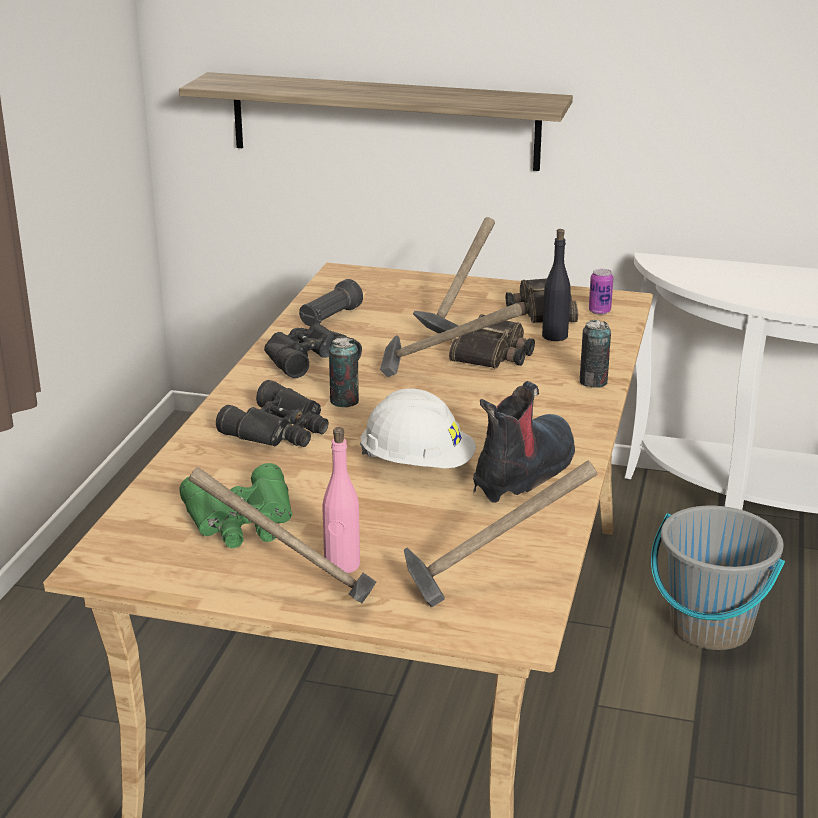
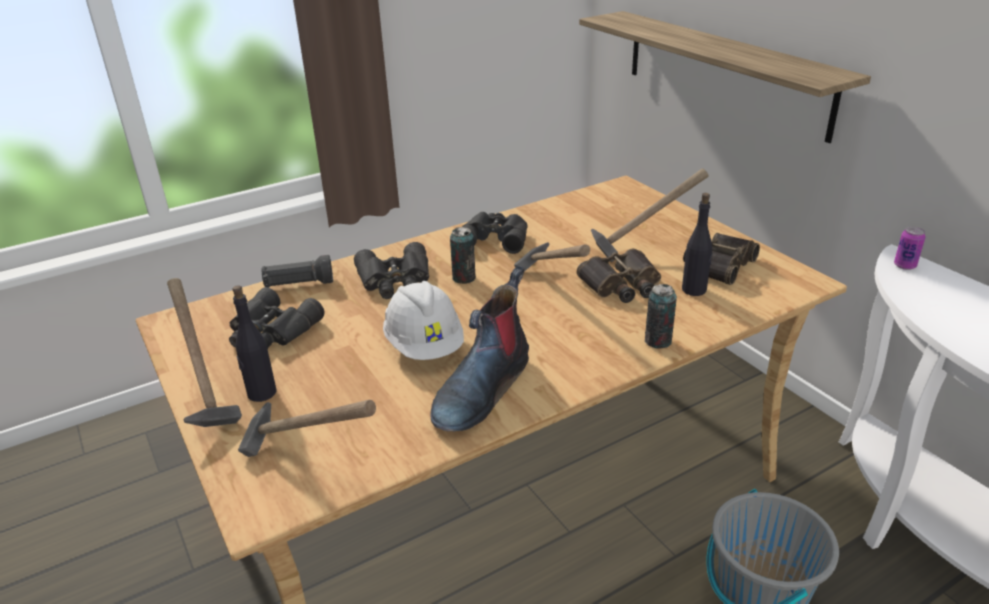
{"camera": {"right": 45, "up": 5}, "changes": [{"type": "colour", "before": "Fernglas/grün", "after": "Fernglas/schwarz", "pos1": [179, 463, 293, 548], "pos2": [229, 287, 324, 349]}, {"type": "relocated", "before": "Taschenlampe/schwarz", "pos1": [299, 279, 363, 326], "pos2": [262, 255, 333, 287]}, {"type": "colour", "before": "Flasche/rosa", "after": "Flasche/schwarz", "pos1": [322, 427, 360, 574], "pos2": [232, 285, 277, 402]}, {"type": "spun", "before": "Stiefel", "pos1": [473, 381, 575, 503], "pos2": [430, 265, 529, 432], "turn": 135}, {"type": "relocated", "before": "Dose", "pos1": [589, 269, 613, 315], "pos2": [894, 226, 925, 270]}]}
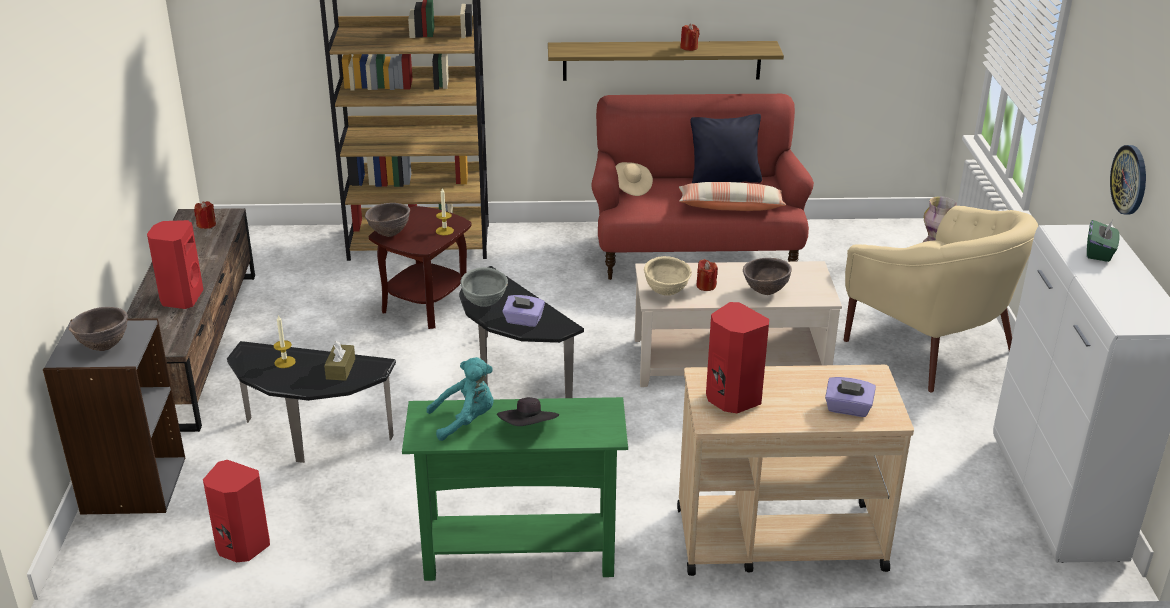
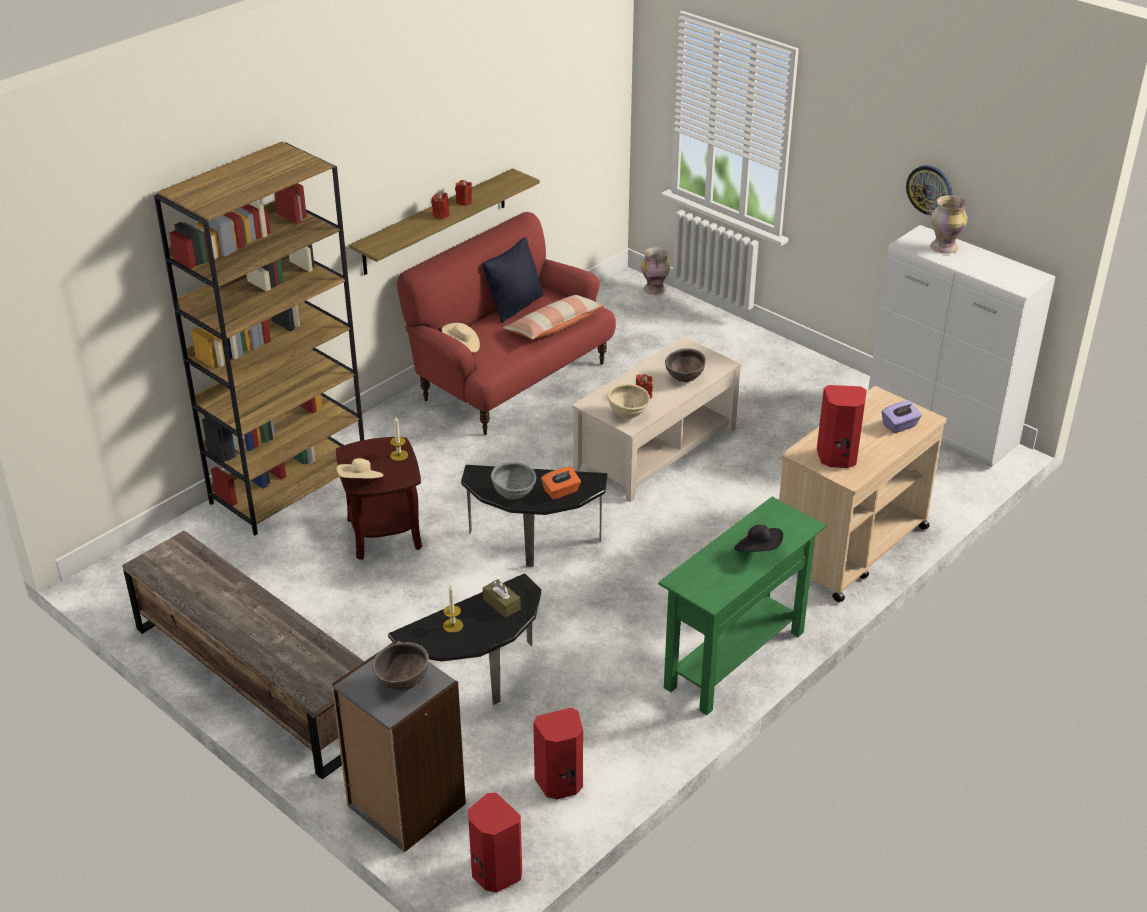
{"camera": {"right": -45, "up": 5}, "changes": [{"type": "relocated", "before": "Lautsprecher/rot", "pos1": [147, 220, 204, 309], "pos2": [468, 793, 522, 893]}, {"type": "relocated", "before": "Kerze/rot", "pos1": [194, 201, 216, 229], "pos2": [431, 193, 450, 219]}, {"type": "exchanged", "before": "Schüssel/braun", "after": "Hut/beige", "pos1": [365, 203, 410, 237], "pos2": [337, 458, 383, 479]}, {"type": "missing", "before": "Plüschtier/türkis", "pos1": [427, 357, 494, 441]}, {"type": "colour", "before": "Taschentuchbox/lila", "after": "Taschentuchbox/orange", "pos1": [502, 295, 545, 327], "pos2": [541, 467, 581, 500]}, {"type": "missing", "before": "Sessel/beige", "pos1": [844, 206, 1038, 392]}, {"type": "exchanged", "before": "Taschentuchbox/grün", "after": "Vase", "pos1": [1087, 220, 1119, 262], "pos2": [930, 196, 967, 254]}]}
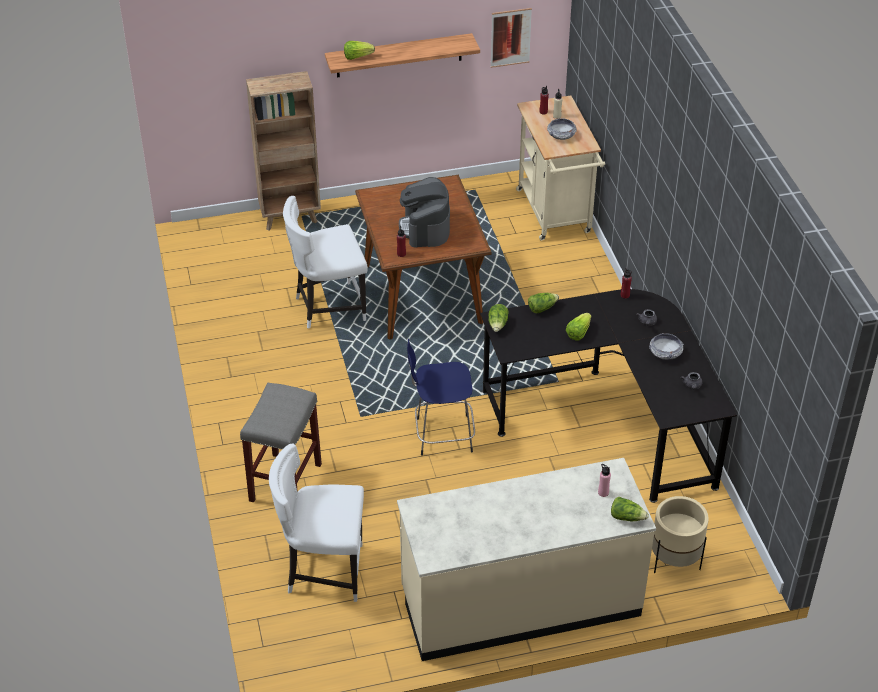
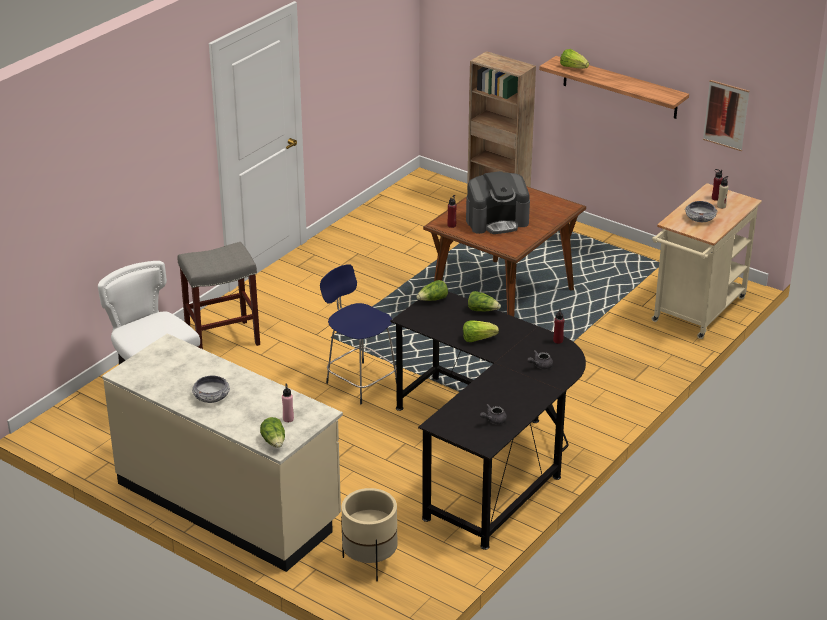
{"camera": {"right": 50, "up": -10}, "changes": [{"type": "missing", "before": "Stuhl/weiß", "pos1": [283, 196, 368, 329]}, {"type": "spun", "before": "Kaffeemaschine", "pos1": [399, 177, 450, 248], "pos2": [466, 171, 530, 234], "turn": -150}, {"type": "relocated", "before": "Schüssel", "pos1": [649, 333, 684, 360], "pos2": [192, 375, 230, 403]}]}
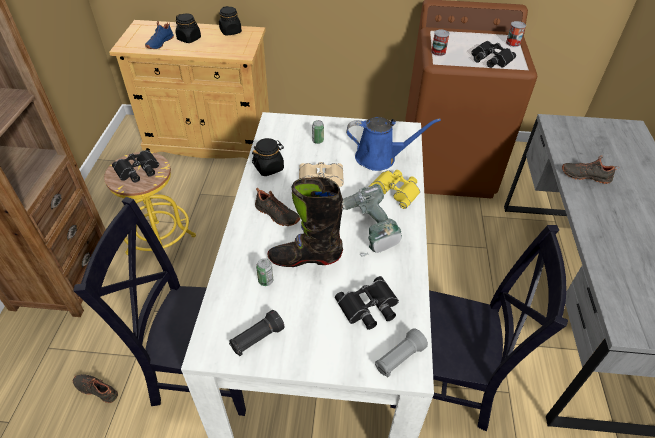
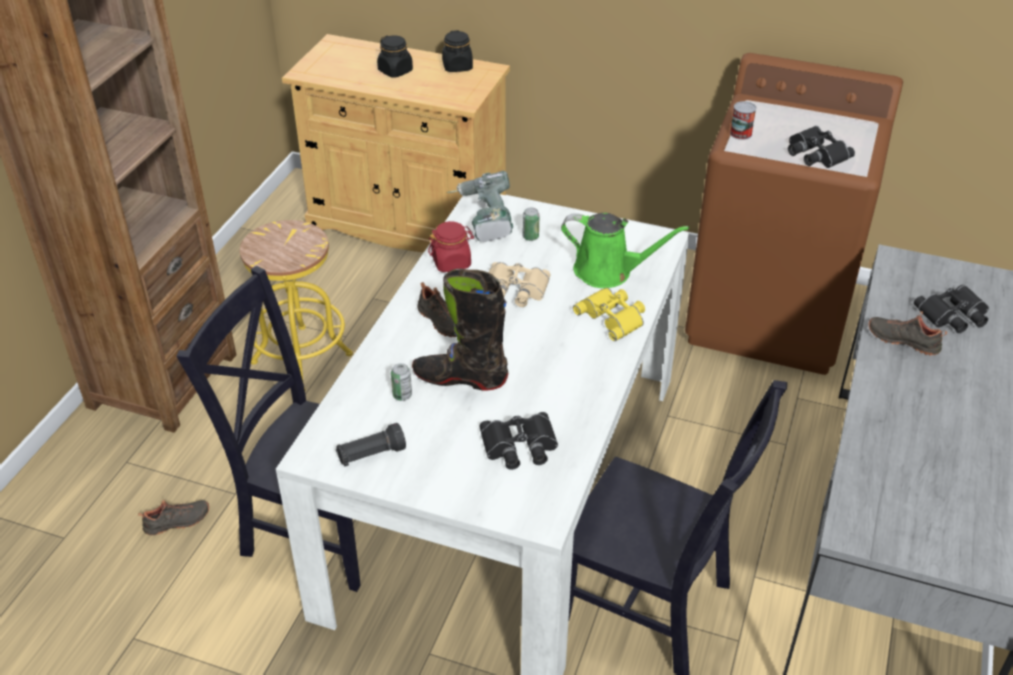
{"camera": {"right": 15, "up": -5}, "changes": [{"type": "spun", "before": "Schuh/schwarz", "pos1": [73, 374, 118, 403], "pos2": [138, 500, 209, 535], "turn": 120}, {"type": "relocated", "before": "Fernglas/schwarz", "pos1": [112, 150, 159, 182], "pos2": [914, 285, 989, 333]}, {"type": "missing", "before": "Schuh/blau", "pos1": [145, 21, 174, 49]}, {"type": "colour", "before": "Vorratsglas/schwarz", "after": "Vorratsglas/rot", "pos1": [252, 138, 284, 176], "pos2": [428, 221, 474, 272]}, {"type": "relocated", "before": "Bohrmaschine", "pos1": [342, 184, 402, 257], "pos2": [447, 171, 513, 242]}, {"type": "colour", "before": "Gießkanne/blau", "after": "Gießkanne/grün", "pos1": [346, 117, 441, 171], "pos2": [561, 213, 689, 288]}, {"type": "missing", "before": "Taschenlampe/grau", "pos1": [375, 328, 428, 378]}, {"type": "missing", "before": "Dose", "pos1": [506, 21, 526, 47]}]}
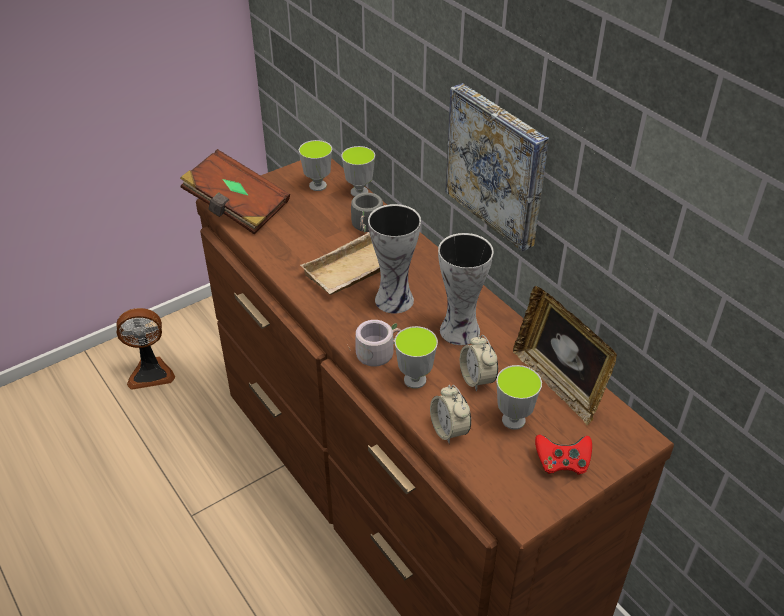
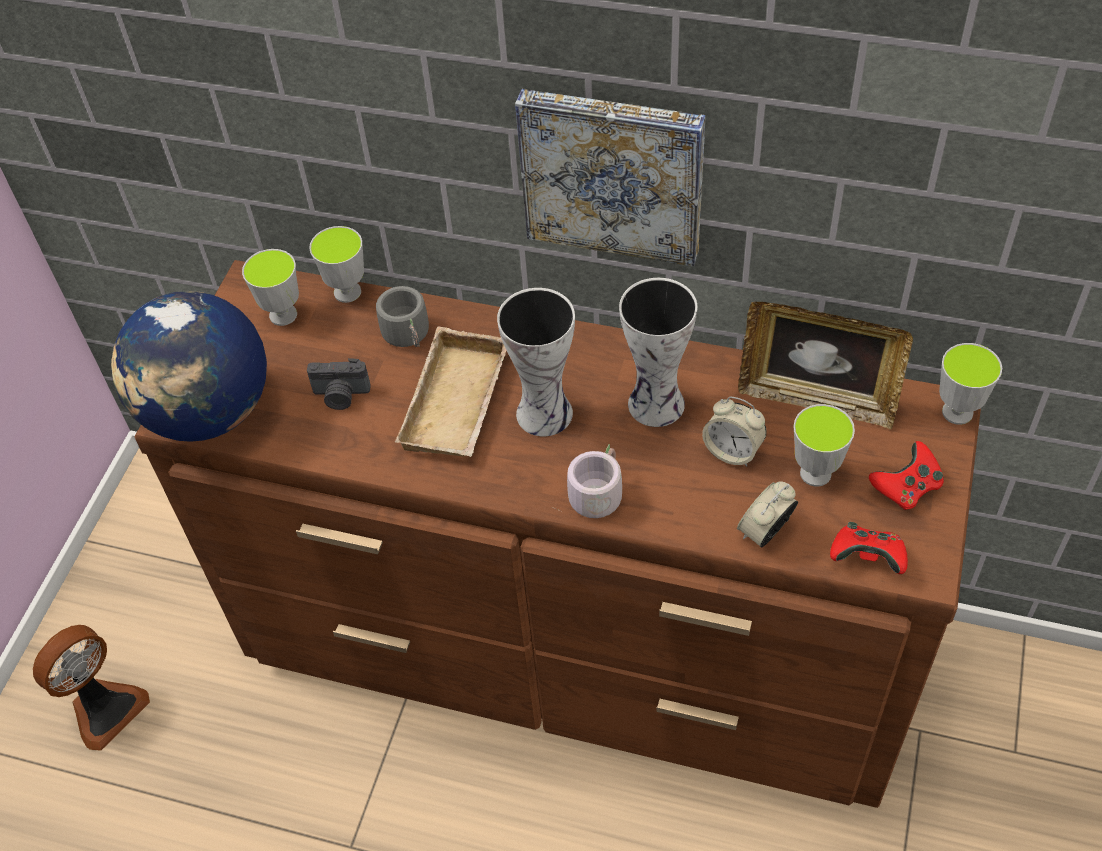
{"camera": {"right": -35, "up": 10}, "changes": [{"type": "exchanged", "before": "Buch/braun", "after": "Globus", "pos1": [180, 149, 290, 234], "pos2": [111, 291, 267, 442]}, {"type": "relocated", "before": "Tasse", "pos1": [394, 326, 438, 389], "pos2": [939, 343, 1002, 425]}, {"type": "spun", "before": "Wecker", "pos1": [430, 385, 471, 444], "pos2": [737, 481, 798, 548], "turn": 105}, {"type": "appeared", "after": "Kamera", "pos2": [307, 358, 371, 410]}, {"type": "appeared", "after": "Gamepad/rot", "pos2": [830, 522, 908, 574]}]}
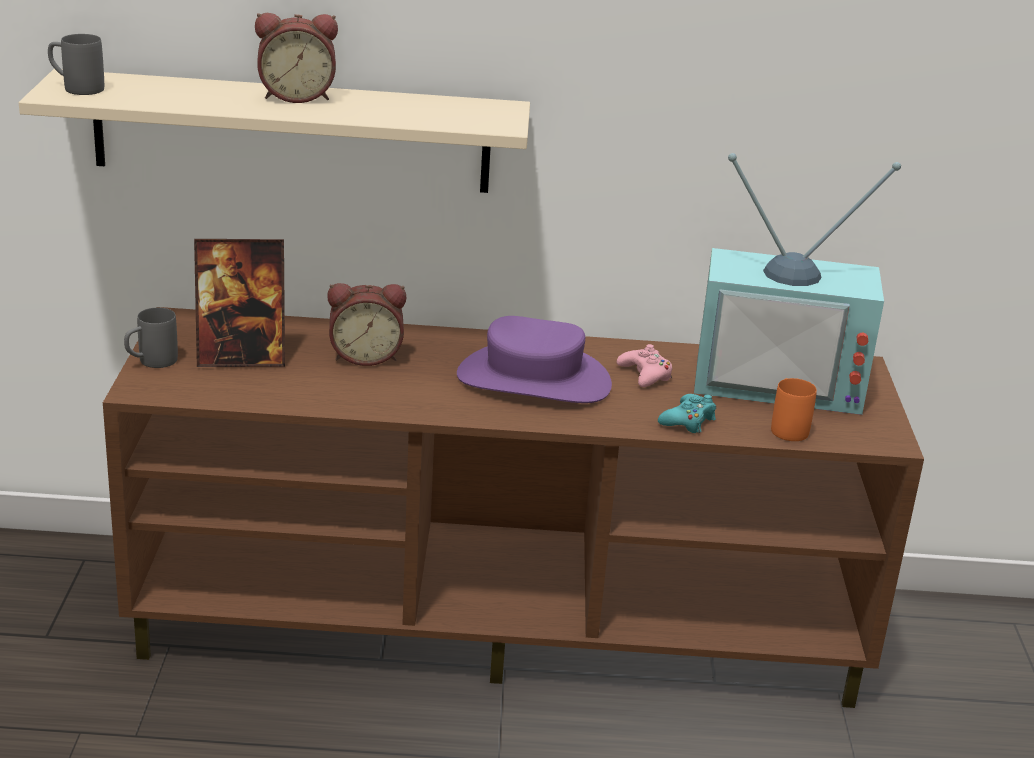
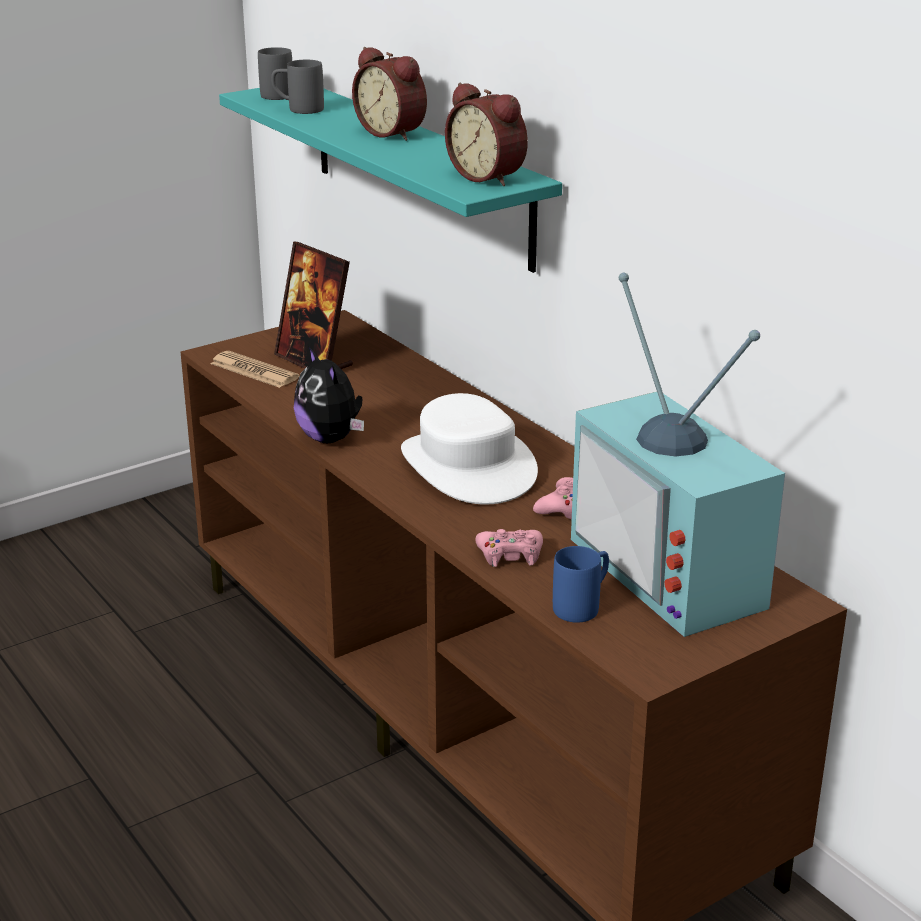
{"camera": {"right": 55, "up": 0}, "changes": [{"type": "colour", "before": "Wandregal/beige", "after": "Wandregal/türkis", "pos1": [19, 69, 530, 193], "pos2": [219, 88, 562, 273]}, {"type": "relocated", "before": "Henkelbecher/grau", "pos1": [124, 308, 178, 368], "pos2": [271, 60, 324, 114]}, {"type": "relocated", "before": "Wecker", "pos1": [327, 283, 406, 366], "pos2": [445, 83, 528, 186]}, {"type": "colour", "before": "Hut/lila", "after": "Hut/weiß", "pos1": [457, 316, 612, 403], "pos2": [401, 393, 538, 505]}, {"type": "colour", "before": "Gamepad/türkis", "after": "Gamepad/rosa", "pos1": [658, 394, 716, 433], "pos2": [475, 529, 543, 567]}, {"type": "colour", "before": "Henkelbecher/orange", "after": "Henkelbecher/blau", "pos1": [771, 378, 817, 441], "pos2": [553, 546, 609, 623]}, {"type": "appeared", "after": "Zeitung", "pos2": [210, 351, 299, 388]}, {"type": "appeared", "after": "Plüschtier", "pos2": [294, 347, 364, 443]}]}
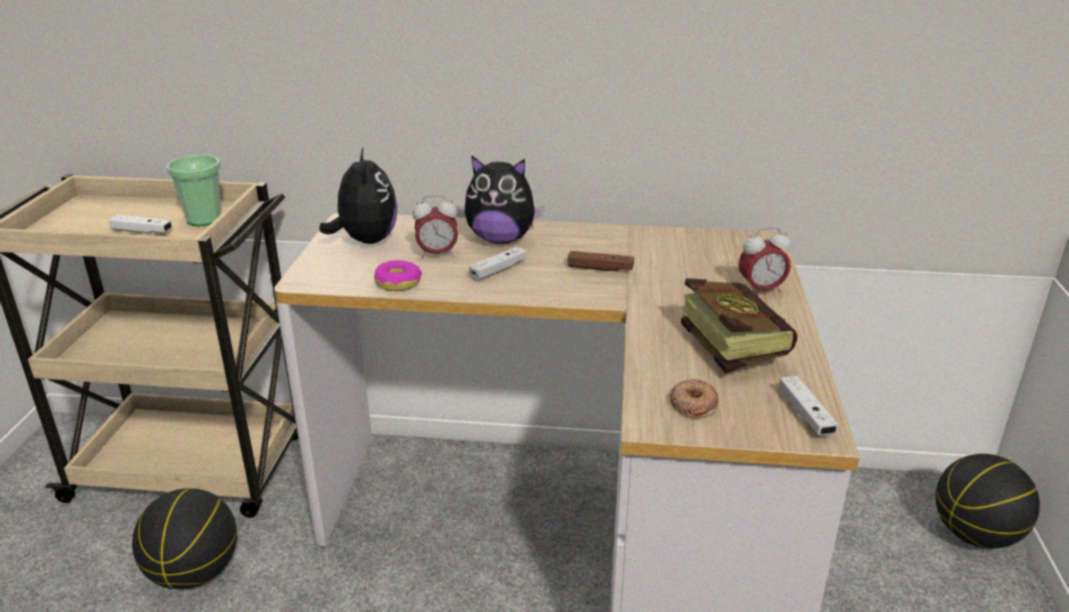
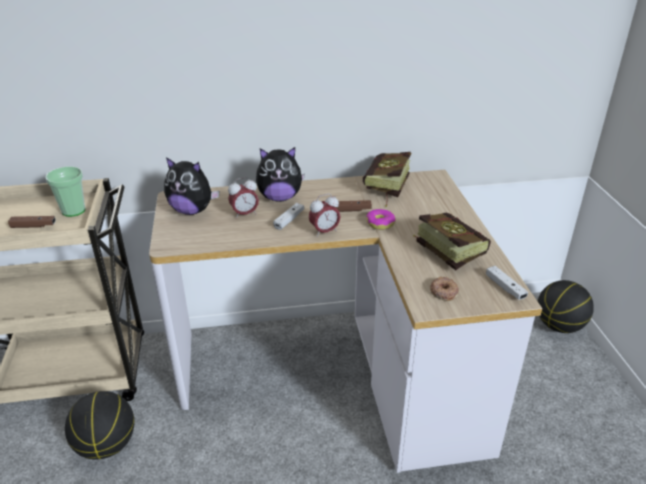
{"camera": {"right": -15, "up": 5}, "changes": [{"type": "colour", "before": "Gamepad/weiß", "after": "Gamepad/braun", "pos1": [109, 215, 172, 234], "pos2": [8, 216, 56, 228]}, {"type": "spun", "before": "Plüschtier", "pos1": [320, 148, 398, 244], "pos2": [164, 157, 219, 215], "turn": 135}, {"type": "relocated", "before": "Donut", "pos1": [374, 260, 422, 291], "pos2": [366, 209, 396, 230]}, {"type": "relocated", "before": "Wecker", "pos1": [739, 227, 791, 293], "pos2": [309, 194, 341, 237]}, {"type": "appeared", "after": "Buch", "pos2": [363, 152, 412, 207]}]}
